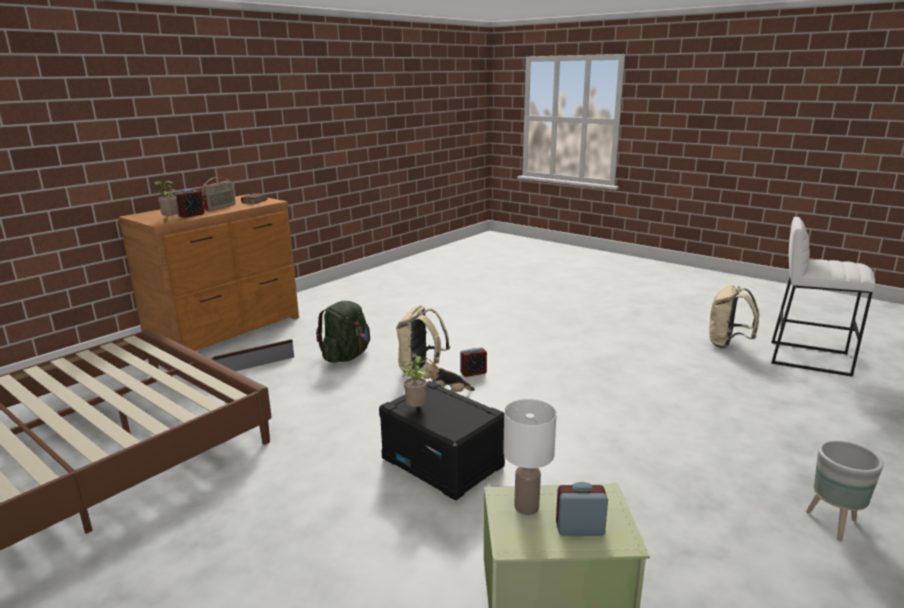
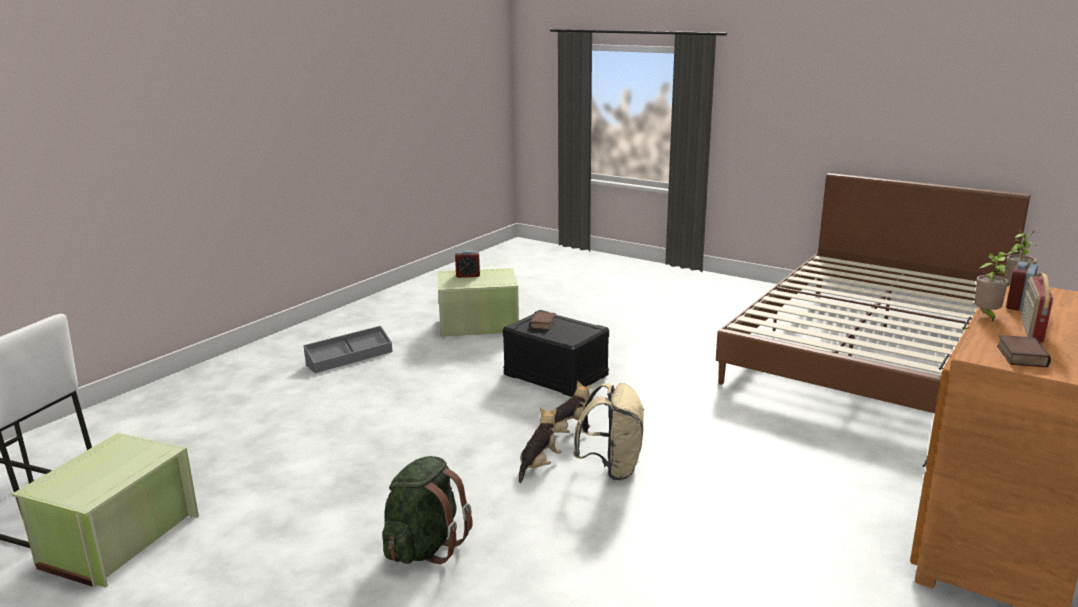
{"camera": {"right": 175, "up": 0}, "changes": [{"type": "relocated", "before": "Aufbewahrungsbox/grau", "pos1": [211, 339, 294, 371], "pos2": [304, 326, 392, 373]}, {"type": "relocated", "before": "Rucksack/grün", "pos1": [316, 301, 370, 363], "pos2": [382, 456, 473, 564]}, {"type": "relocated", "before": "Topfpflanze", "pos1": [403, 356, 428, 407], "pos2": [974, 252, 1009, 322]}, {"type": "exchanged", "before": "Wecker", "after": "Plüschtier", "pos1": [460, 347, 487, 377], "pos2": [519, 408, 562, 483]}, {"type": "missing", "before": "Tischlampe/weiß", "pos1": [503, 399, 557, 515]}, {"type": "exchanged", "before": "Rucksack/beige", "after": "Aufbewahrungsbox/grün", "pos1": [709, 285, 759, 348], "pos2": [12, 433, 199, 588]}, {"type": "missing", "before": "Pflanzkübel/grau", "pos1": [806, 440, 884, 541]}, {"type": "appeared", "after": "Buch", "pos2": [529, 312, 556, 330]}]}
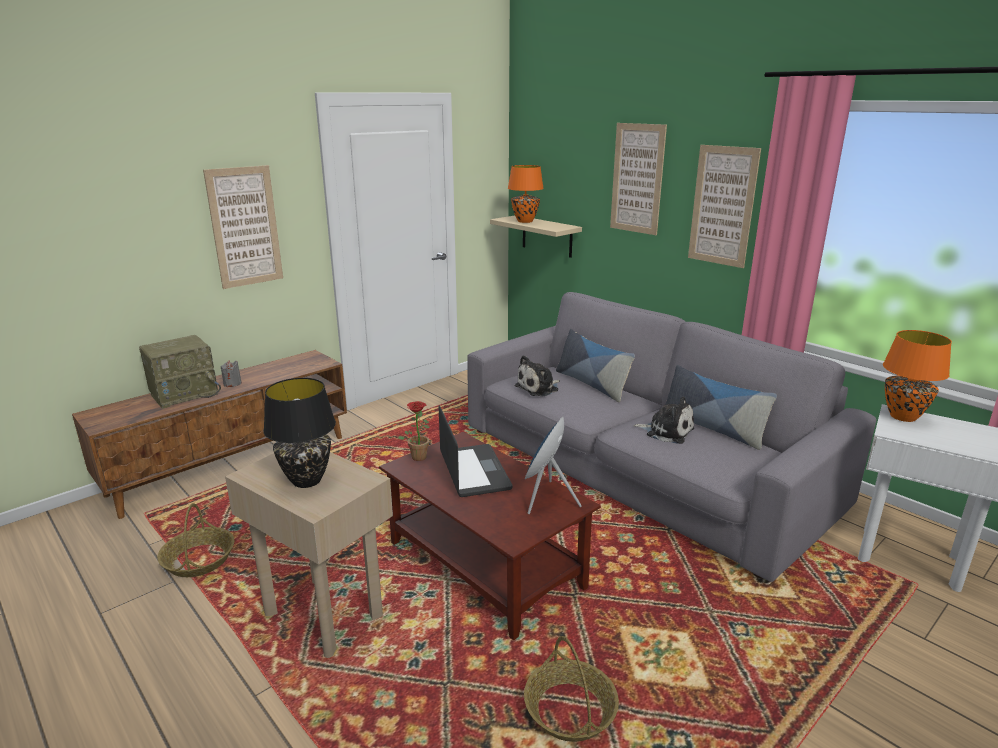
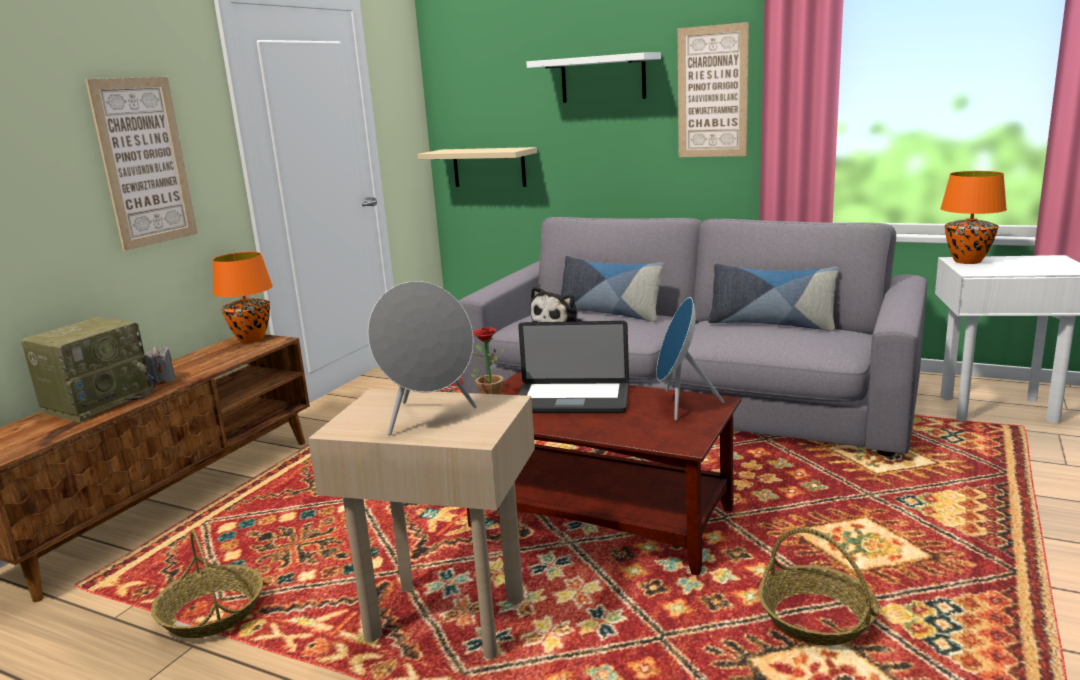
{"camera": {"right": -20, "up": -5}, "changes": [{"type": "exchanged", "before": "Tischlampe/schwarz", "after": "Lautsprecher/grau", "pos1": [263, 378, 336, 488], "pos2": [368, 281, 477, 436]}, {"type": "spun", "before": "Laptop", "pos1": [439, 405, 513, 497], "pos2": [518, 321, 629, 413], "turn": 135}, {"type": "relocated", "before": "Tischlampe/orange", "pos1": [508, 165, 544, 223], "pos2": [213, 252, 273, 343]}, {"type": "exchanged", "before": "Bild", "after": "Wandregal/weiß", "pos1": [610, 123, 667, 235], "pos2": [526, 52, 661, 103]}, {"type": "missing", "before": "Plüschtier", "pos1": [633, 397, 694, 444]}]}
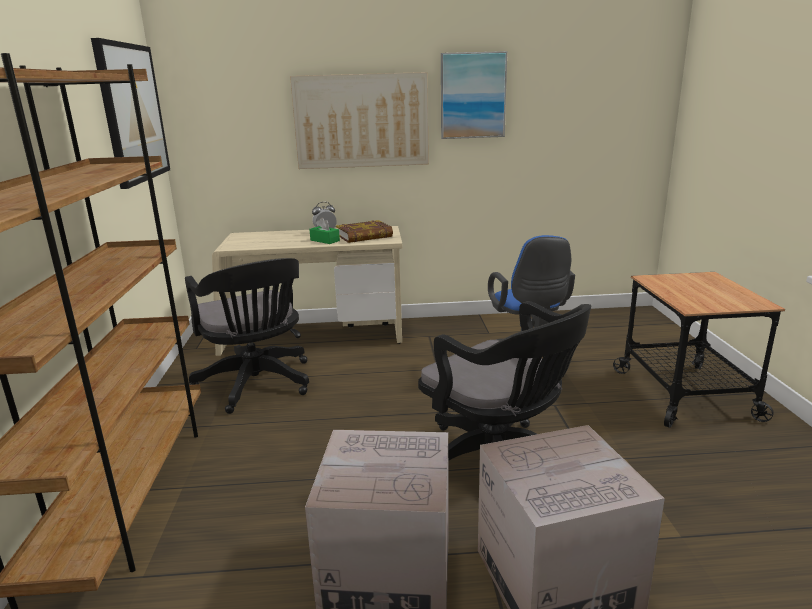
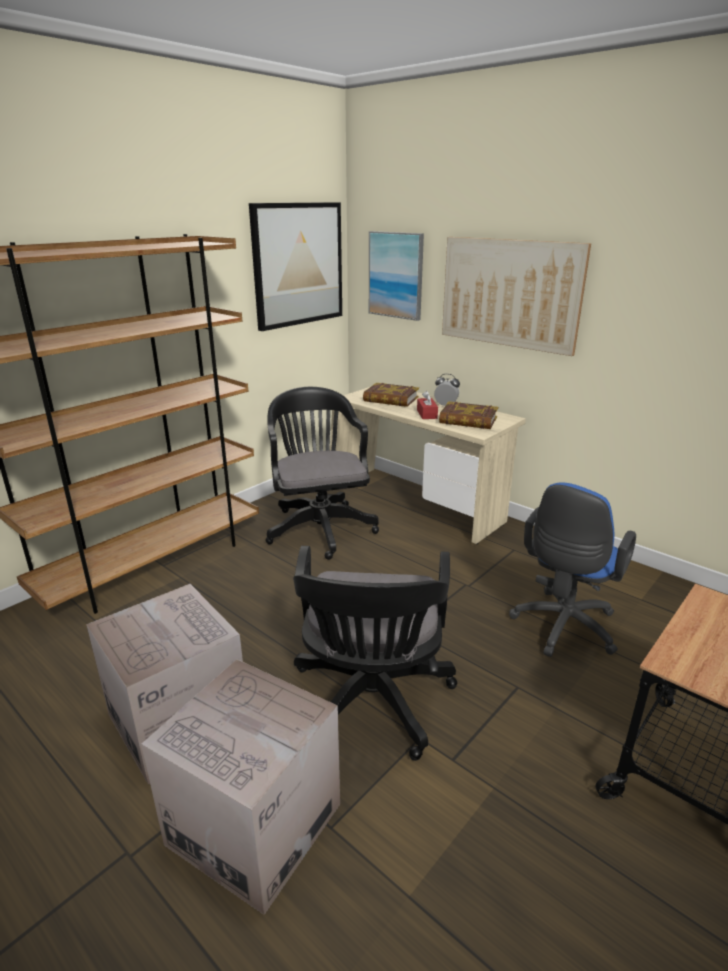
{"camera": {"right": 45, "up": 5}, "changes": [{"type": "spun", "before": "Bürostuhl/schwarz", "pos1": [185, 258, 309, 414], "pos2": [266, 387, 379, 560], "turn": 150}, {"type": "colour", "before": "Taschentuchbox/grün", "after": "Taschentuchbox/rot", "pos1": [309, 218, 340, 244], "pos2": [417, 391, 438, 419]}, {"type": "relocated", "before": "Bild", "pos1": [441, 51, 507, 139], "pos2": [369, 231, 424, 321]}, {"type": "appeared", "after": "Buch", "pos2": [363, 383, 419, 407]}]}
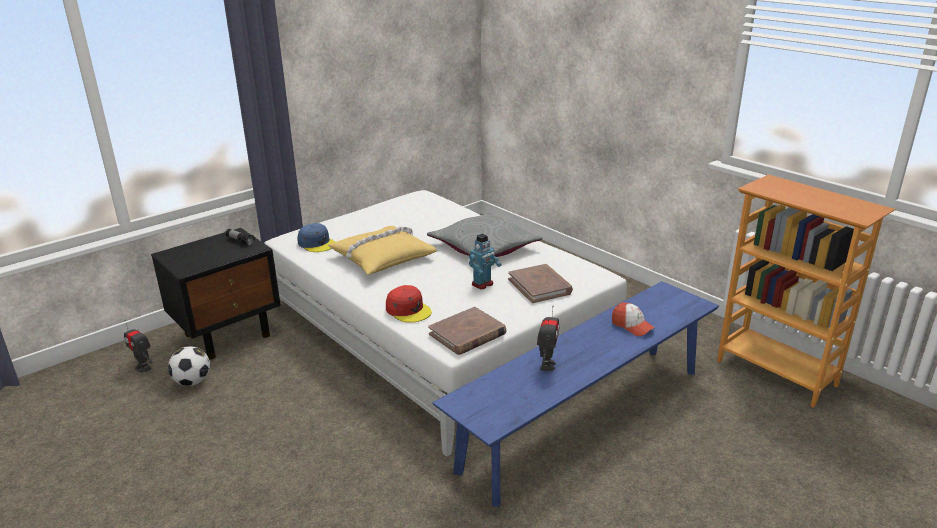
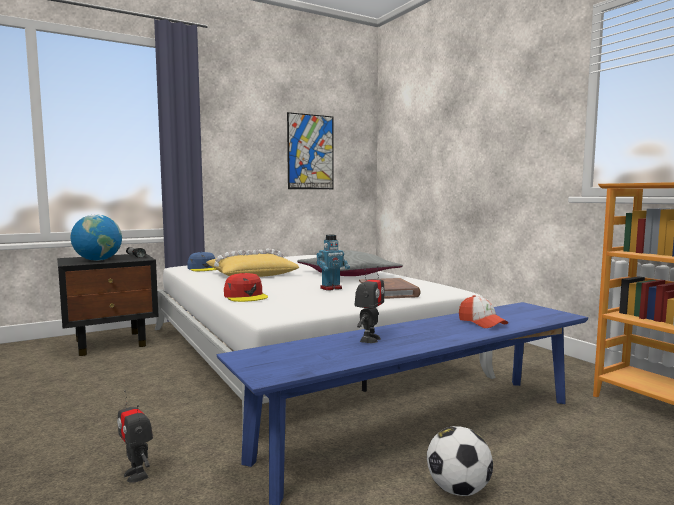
{"camera": {"right": 10, "up": -20}, "changes": [{"type": "relocated", "before": "Spielzeugroboter", "pos1": [124, 320, 152, 373], "pos2": [117, 390, 153, 483]}, {"type": "relocated", "before": "Fußball", "pos1": [168, 346, 210, 386], "pos2": [427, 426, 493, 496]}, {"type": "missing", "before": "Buch/braun", "pos1": [428, 307, 506, 355]}, {"type": "appeared", "after": "Globus", "pos2": [70, 215, 122, 261]}, {"type": "appeared", "after": "Bild", "pos2": [287, 112, 334, 189]}]}
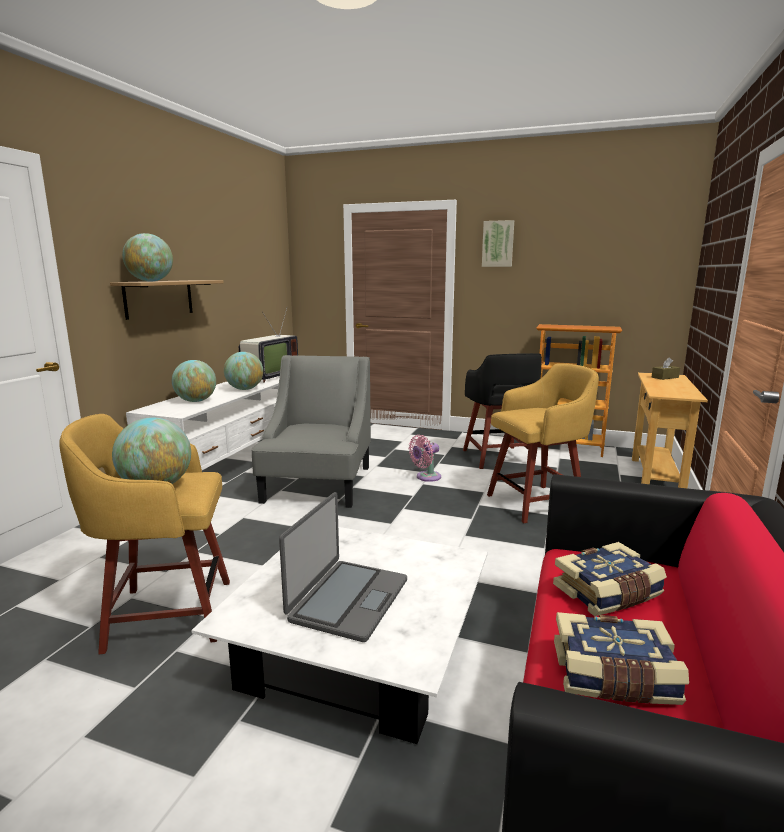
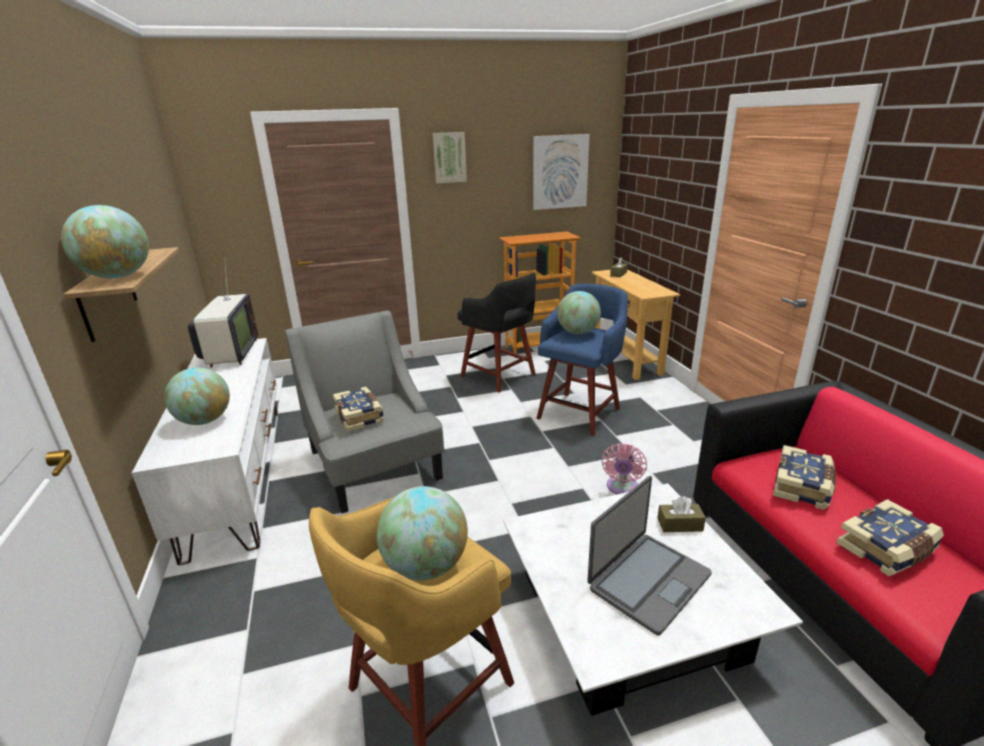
{"camera": {"right": -35, "up": 10}, "changes": [{"type": "relocated", "before": "Globus", "pos1": [224, 352, 263, 390], "pos2": [557, 291, 601, 334]}, {"type": "spun", "before": "Laptop", "pos1": [279, 492, 407, 642], "pos2": [587, 476, 712, 636], "turn": 60}, {"type": "relocated", "before": "Ventilator/rosa", "pos1": [408, 435, 441, 482], "pos2": [602, 443, 647, 494]}, {"type": "colour", "before": "Hocker/gelb", "after": "Hocker/blau", "pos1": [487, 363, 599, 523], "pos2": [536, 284, 628, 436]}, {"type": "appeared", "after": "Buch", "pos2": [333, 387, 384, 432]}, {"type": "appeared", "after": "Bild", "pos2": [533, 134, 590, 210]}, {"type": "appeared", "after": "Taschentuchbox/braun", "pos2": [657, 496, 706, 532]}]}
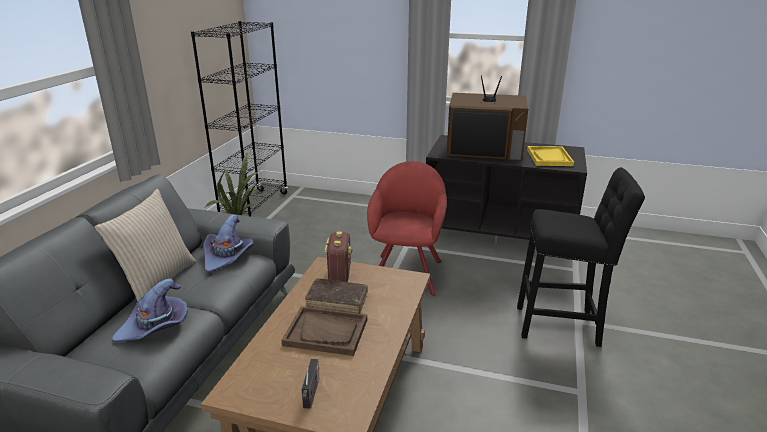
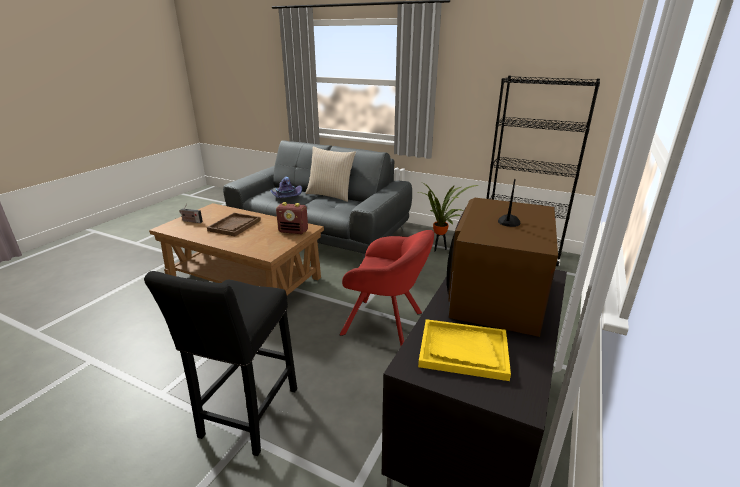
{"camera": {"right": 100, "up": 0}, "changes": [{"type": "missing", "before": "Hut/lila", "pos1": [203, 215, 254, 273]}, {"type": "missing", "before": "Buch/braun", "pos1": [305, 278, 368, 314]}]}
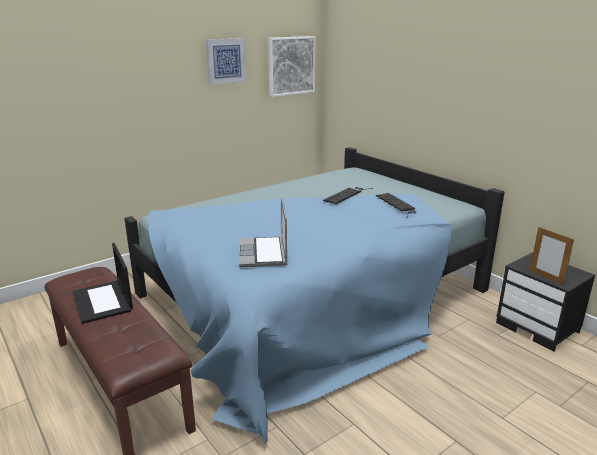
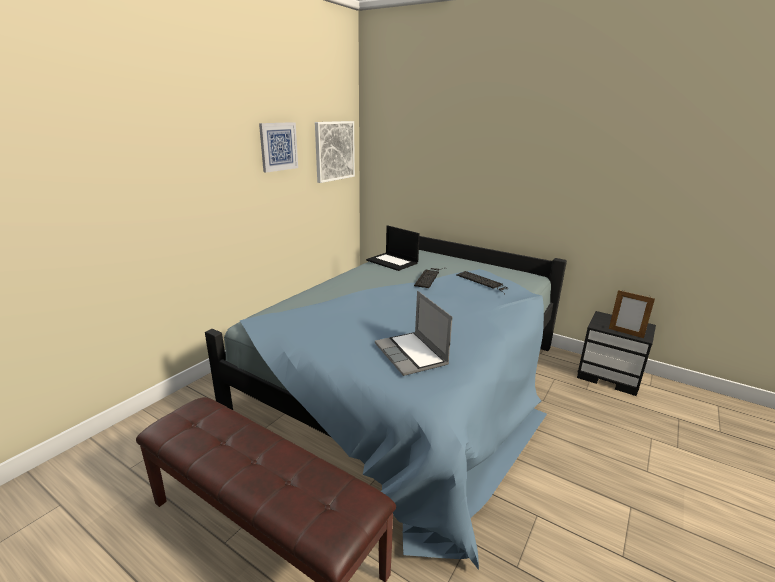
{"camera": {"right": -20, "up": 0}, "changes": [{"type": "relocated", "before": "Laptop", "pos1": [73, 243, 133, 324], "pos2": [366, 225, 420, 271]}]}
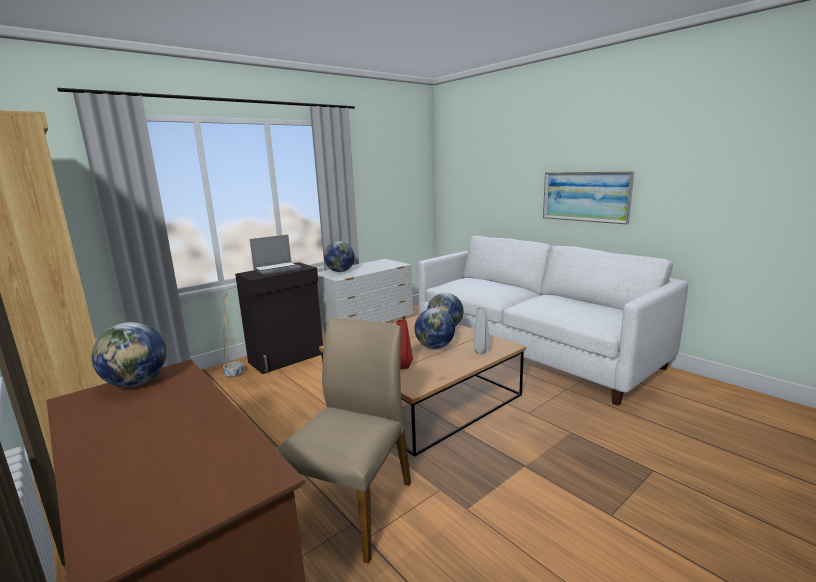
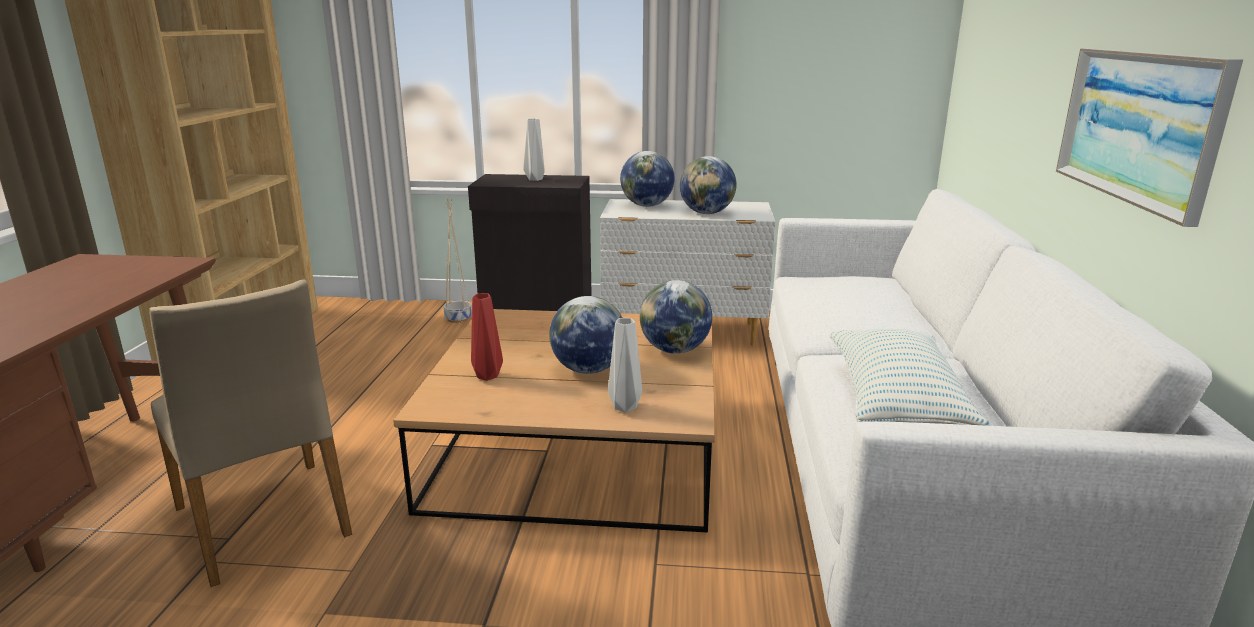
{"camera": {"right": 45, "up": 5}, "changes": [{"type": "relocated", "before": "Globus", "pos1": [92, 322, 167, 387], "pos2": [680, 156, 737, 214]}, {"type": "exchanged", "before": "Laptop", "after": "Vase/grau", "pos1": [250, 235, 301, 275], "pos2": [523, 118, 545, 181]}, {"type": "spun", "before": "Stuhl/beige", "pos1": [276, 318, 411, 564], "pos2": [149, 279, 352, 587], "turn": 75}, {"type": "appeared", "after": "Kissen", "pos2": [830, 329, 990, 426]}]}
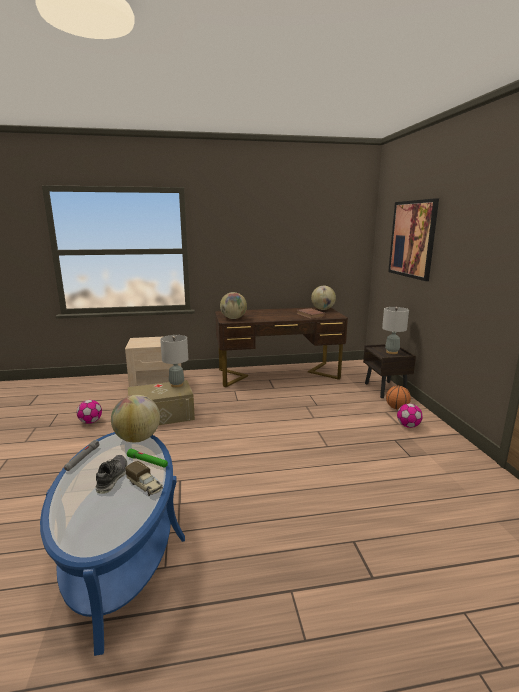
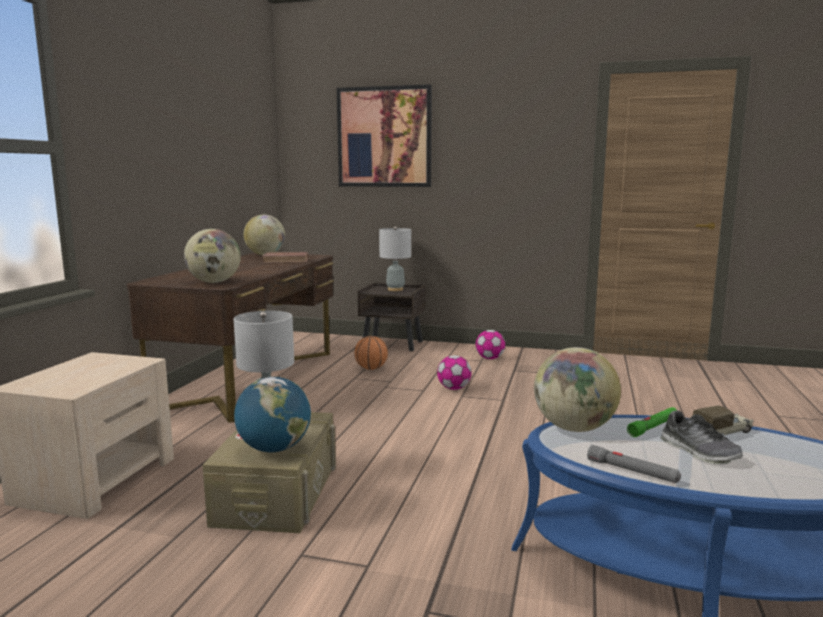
{"camera": {"right": -65, "up": -5}, "changes": [{"type": "relocated", "before": "Fußball", "pos1": [77, 400, 102, 424], "pos2": [437, 355, 471, 390]}, {"type": "spun", "before": "Schuh", "pos1": [95, 455, 128, 494], "pos2": [660, 410, 743, 464], "turn": -150}, {"type": "relocated", "before": "Basketball", "pos1": [386, 386, 411, 410], "pos2": [354, 336, 388, 370]}, {"type": "appeared", "after": "Globus", "pos2": [234, 377, 311, 452]}]}
